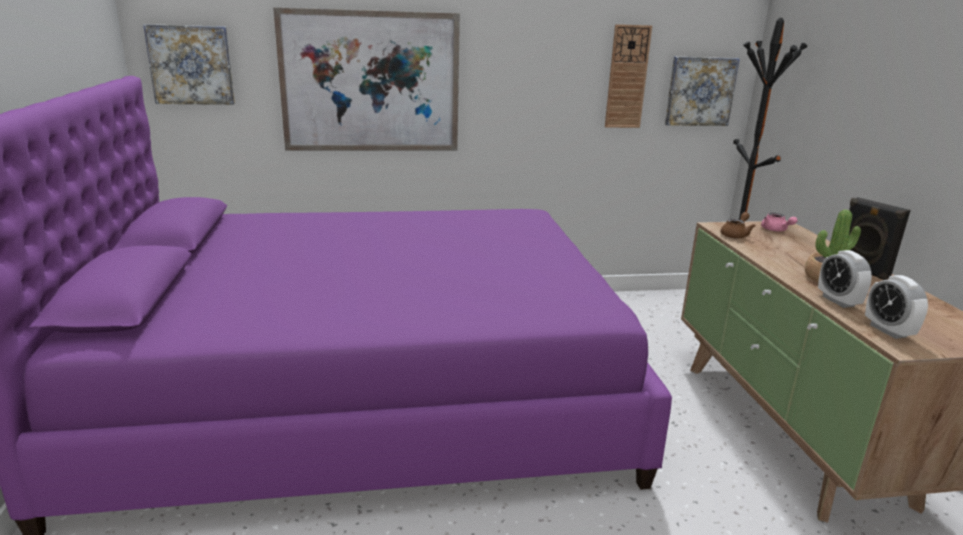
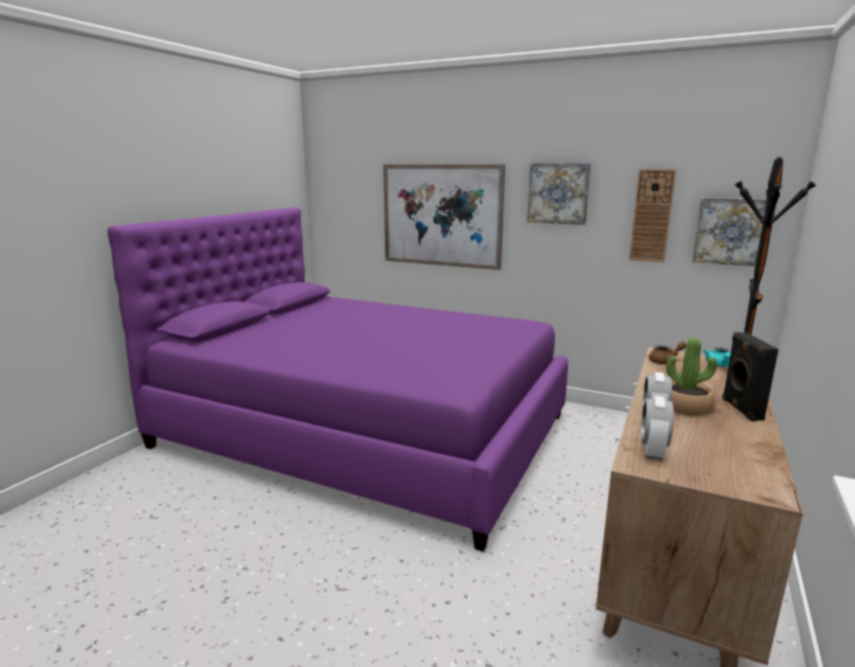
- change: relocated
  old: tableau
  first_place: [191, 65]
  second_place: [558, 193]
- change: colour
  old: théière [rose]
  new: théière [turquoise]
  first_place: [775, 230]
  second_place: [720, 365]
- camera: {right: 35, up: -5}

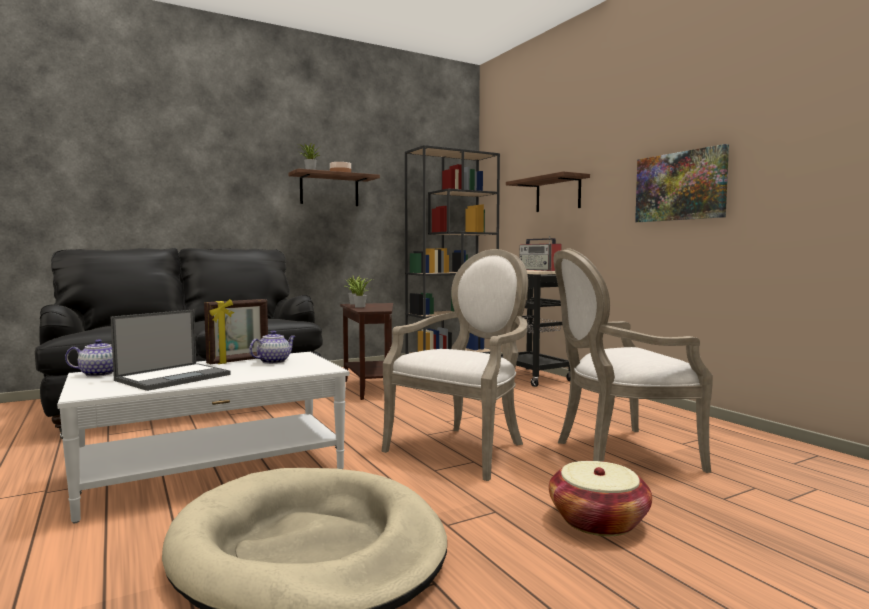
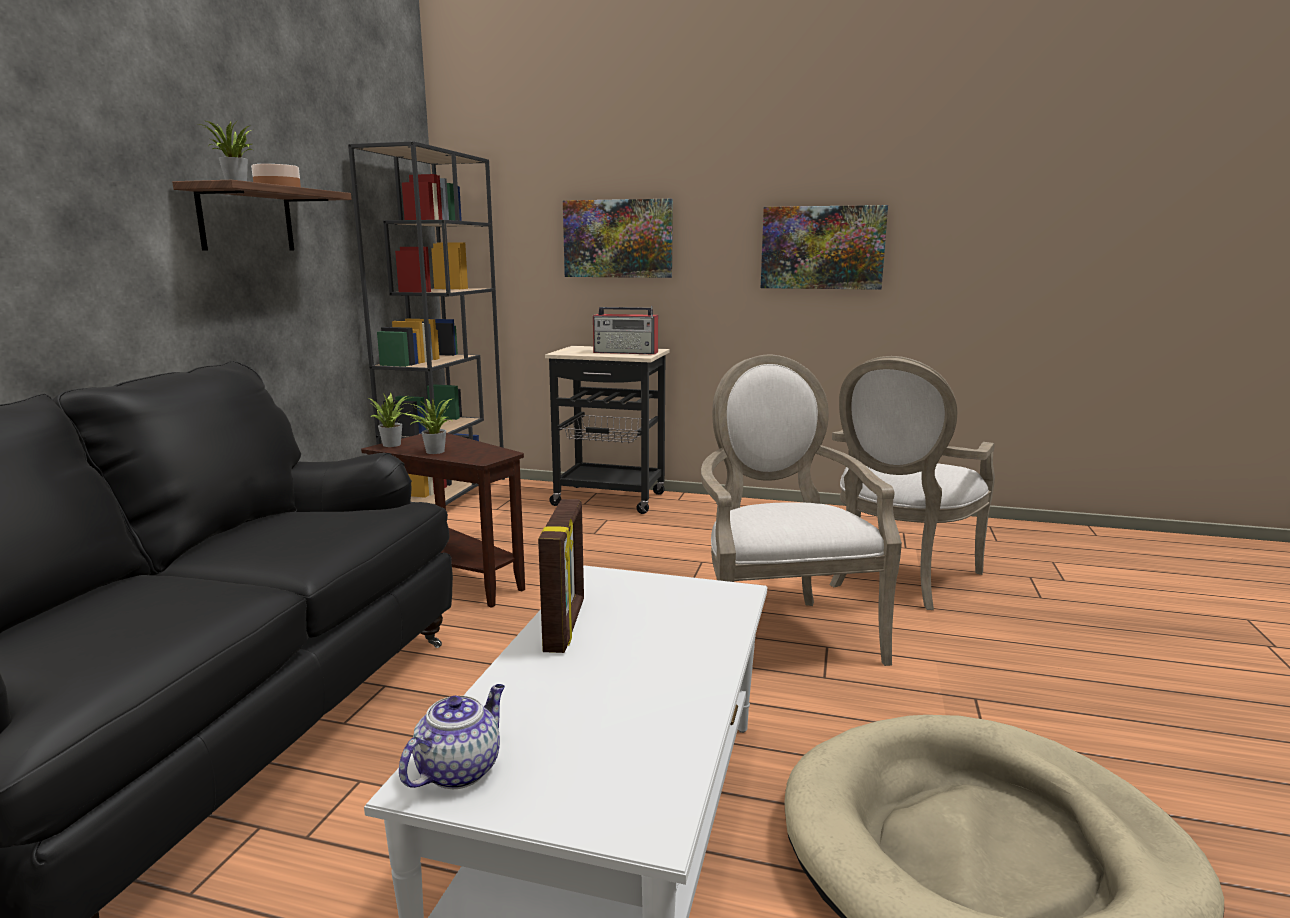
- change: exchanged
  old: étagère
  new: tableau
  first_place: [558, 194]
  second_place: [618, 239]
- change: missing
  old: ordinateur portable
  first_place: [174, 377]
- change: missing
  old: théière
  first_place: [274, 361]
- change: missing
  old: panier
  first_place: [598, 521]
- camera: {right: -45, up: 10}

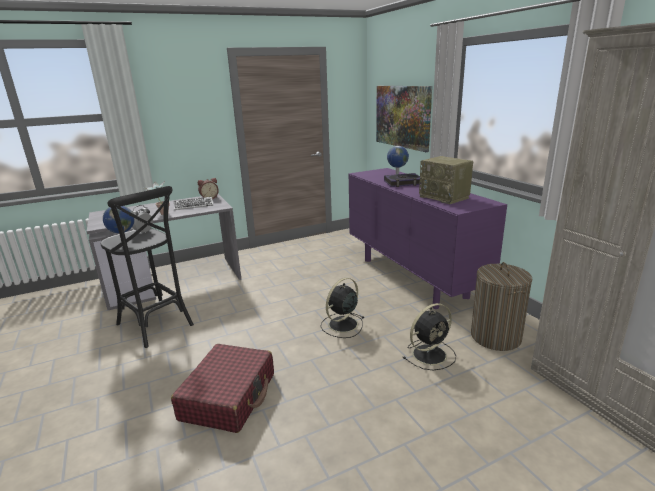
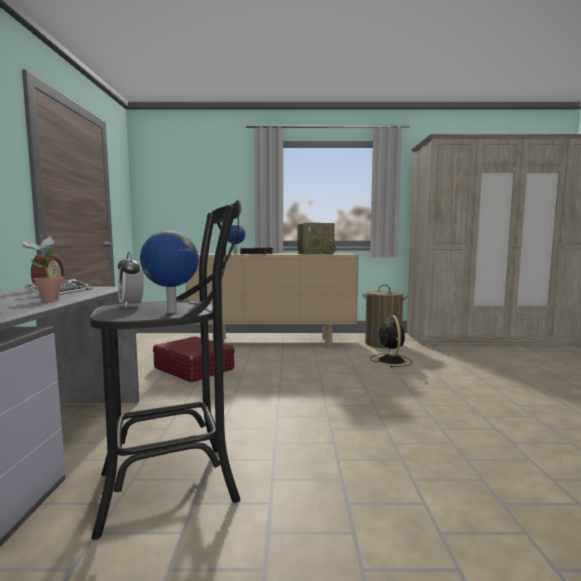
- change: relocated
  old: valise [rouge]
  first_place: [229, 396]
  second_place: [194, 369]
- change: colour
  old: commode [violet]
  new: commode [beige]
  first_place: [411, 277]
  second_place: [273, 342]
- change: missing
  old: ventilateur [noir]
  first_place: [342, 325]
- change: missing
  old: tableau
  first_place: [402, 116]
- camera: {right: -65, up: -15}

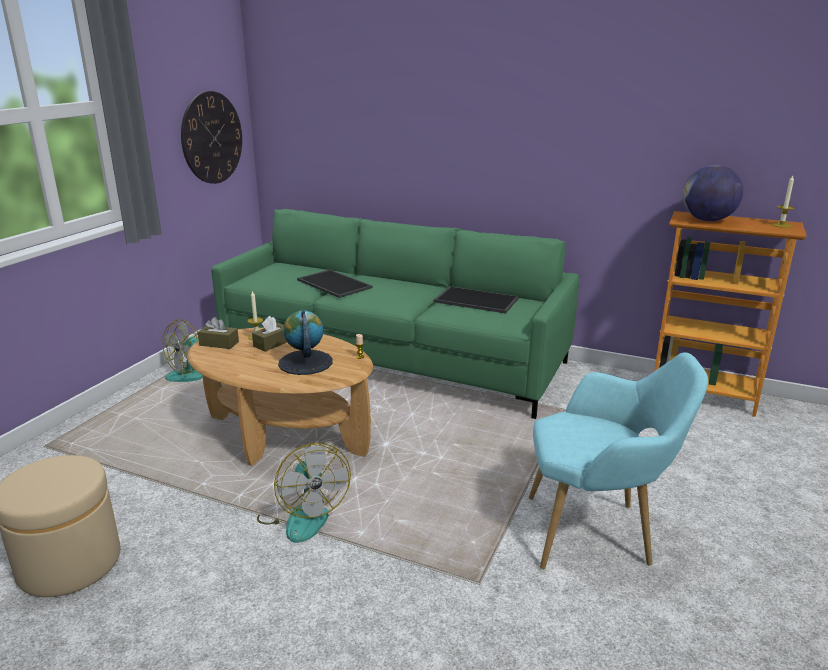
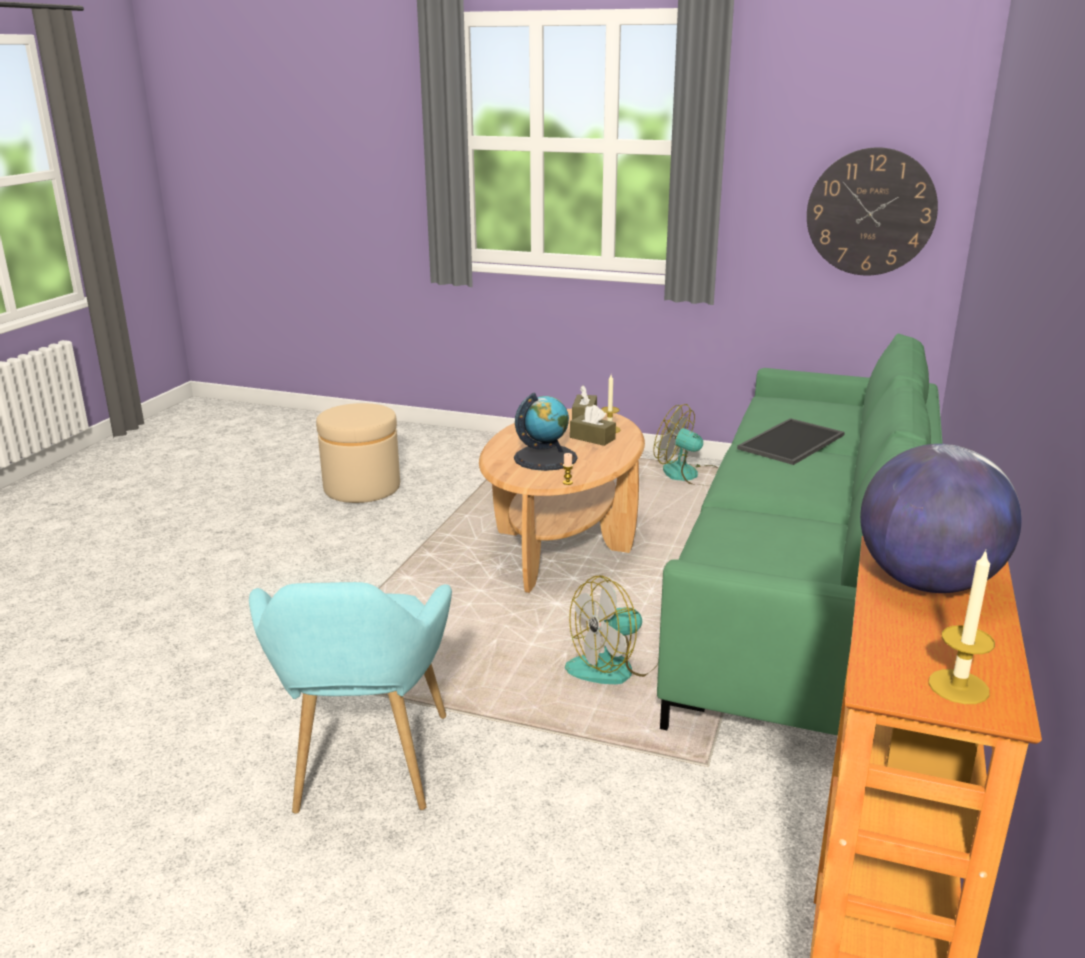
- change: relocated
  old: ventilateur
  first_place: [303, 515]
  second_place: [613, 667]
- change: missing
  old: plateau
  first_place: [475, 300]
- camera: {right: 85, up: 0}

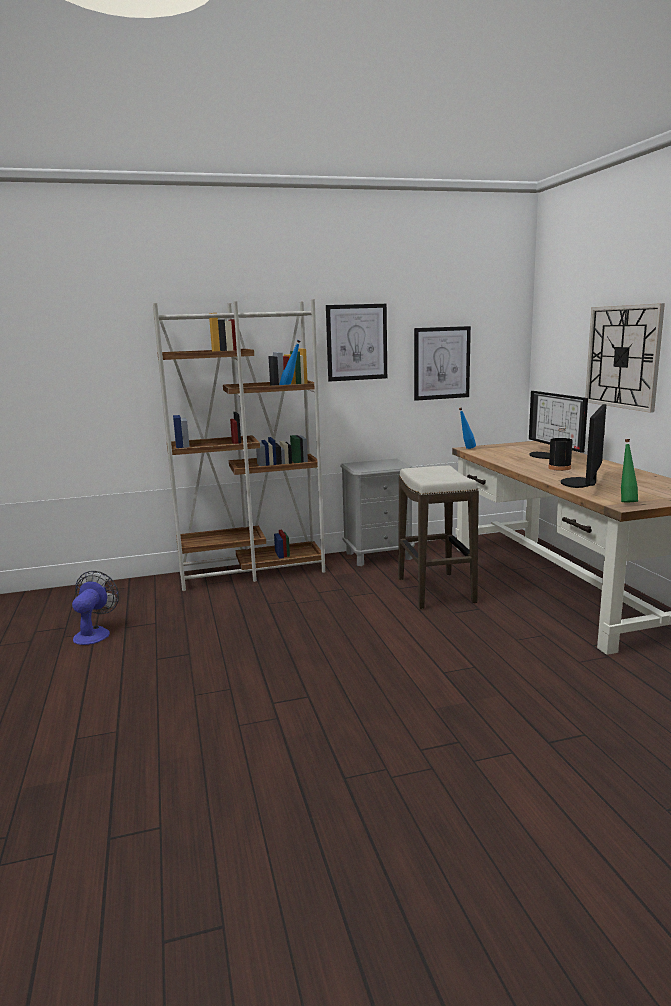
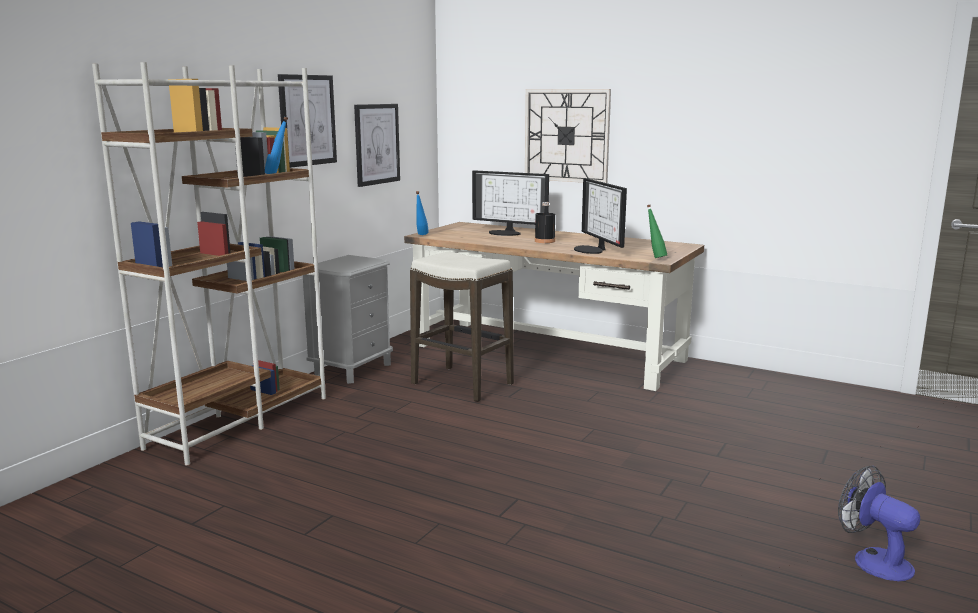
- change: relocated
  old: ventilateur
  first_place: [95, 633]
  second_place: [873, 560]
- camera: {right: -45, up: 0}

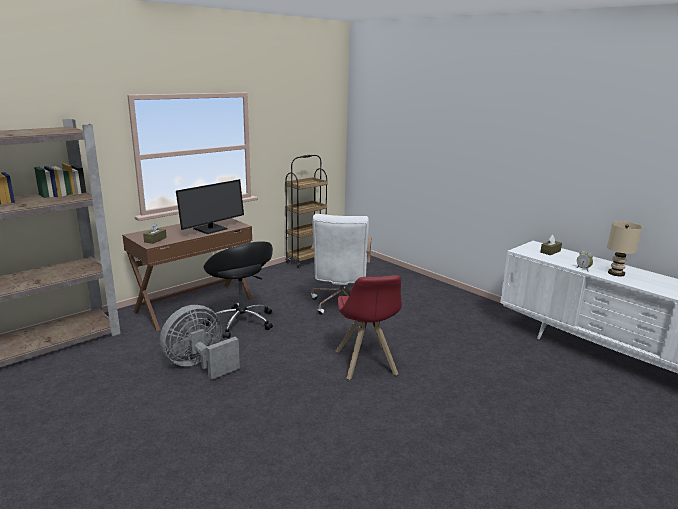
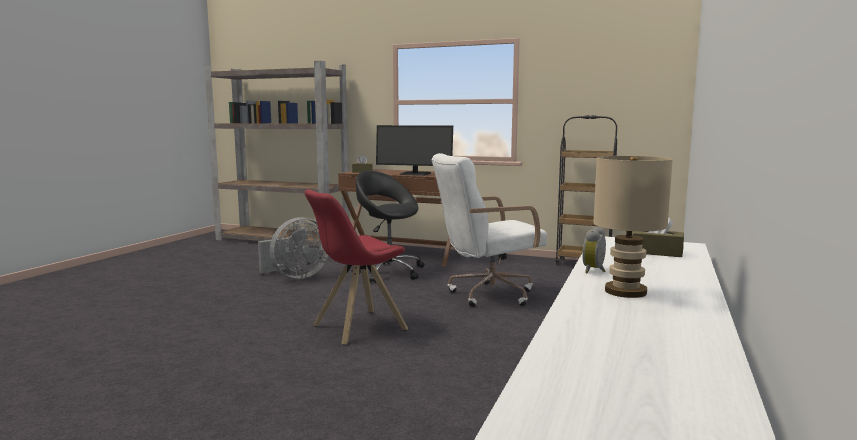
- change: spun
  old: ventilateur [gris]
  first_place: [200, 365]
  second_place: [296, 276]
  degrees: 120
- change: spun
  old: chaise de bureau [noir]
  first_place: [241, 323]
  second_place: [388, 272]
  degrees: 90
- camera: {right: 65, up: -10}

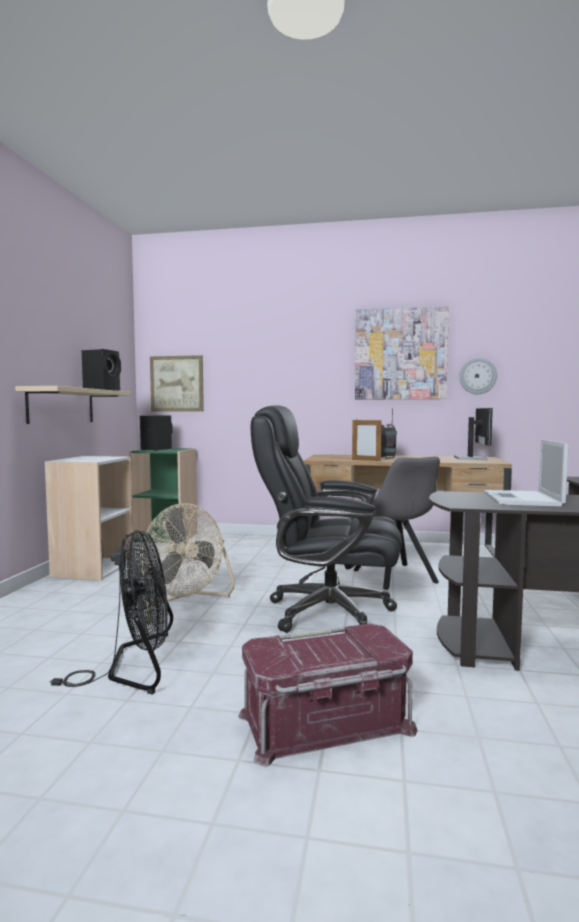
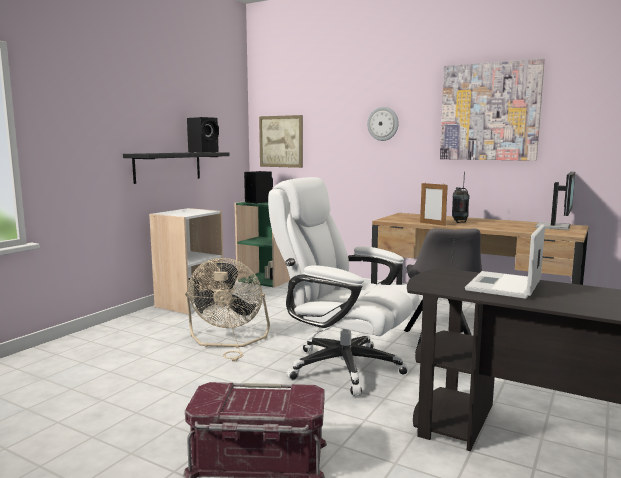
- change: colour
  old: étagère [beige]
  new: étagère [noir]
  first_place: [61, 406]
  second_place: [168, 167]
- change: spun
  old: ventilateur [beige]
  first_place: [177, 604]
  second_place: [227, 343]
  degrees: -150
- change: colour
  old: chaise de bureau [noir]
  new: chaise de bureau [blanc]
  first_place: [329, 612]
  second_place: [344, 368]
- change: relocated
  old: horloge murale
  first_place: [477, 376]
  second_place: [383, 123]
- change: missing
  old: ventilateur [noir]
  first_place: [133, 665]
- camera: {right: 20, up: 5}

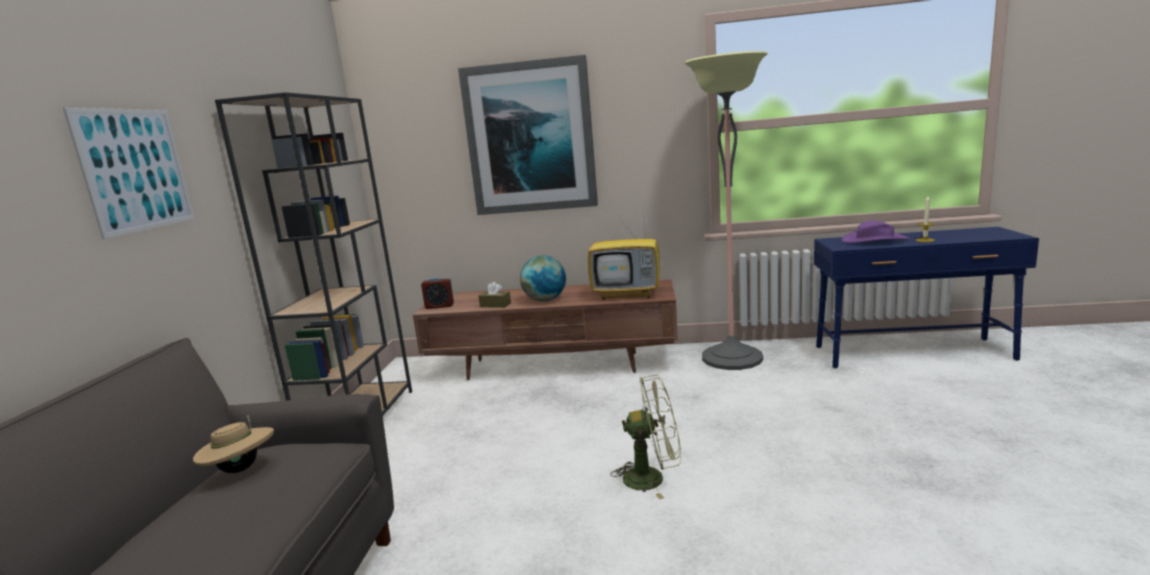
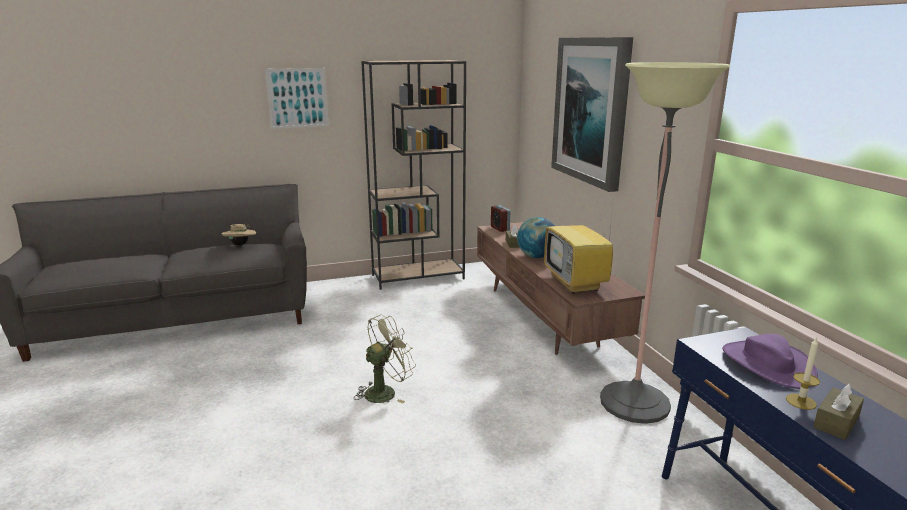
- change: spun
  old: ventilateur [vert]
  first_place: [652, 477]
  second_place: [385, 391]
  degrees: -105
- change: appeared
  new: boîte à mouchoirs [marron]
  second_place: [836, 422]
- camera: {right: 65, up: 5}

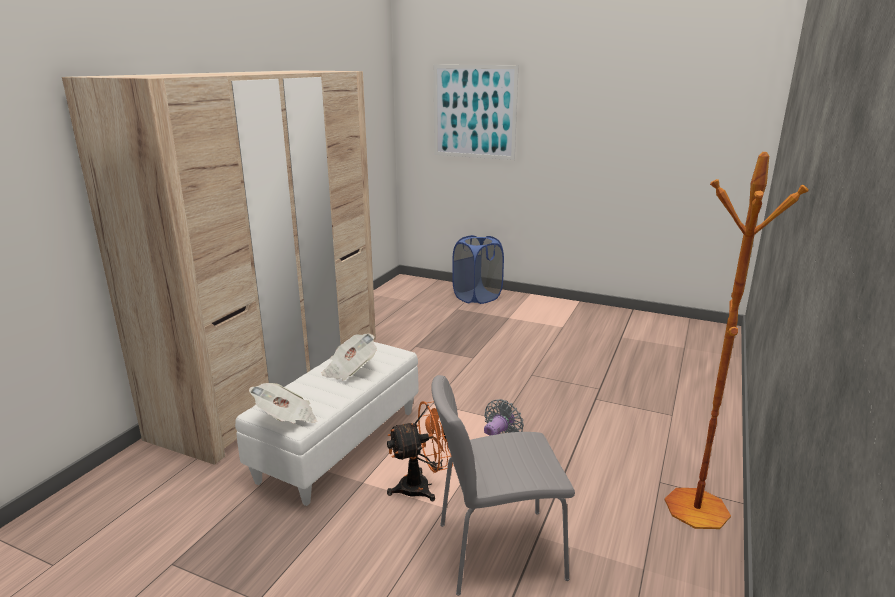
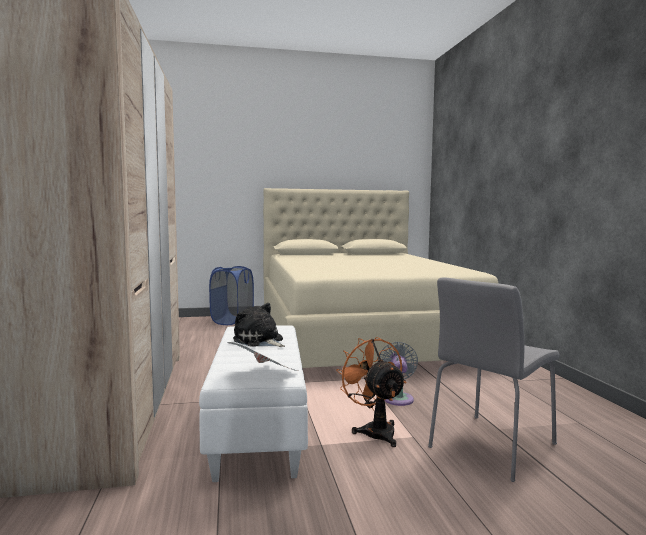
- change: exchanged
  old: journal
  new: peluche
  first_place: [349, 370]
  second_place: [259, 341]
- change: appeared
  new: lit [beige]
  second_place: [361, 337]
- change: spun
  old: ventilateur [orange]
  first_place: [422, 486]
  second_place: [375, 430]
  degrees: -60
- change: missing
  old: tableau
  first_place: [474, 112]
- change: missing
  old: portant [orange]
  first_place: [697, 508]
- camera: {right: -35, up: -15}

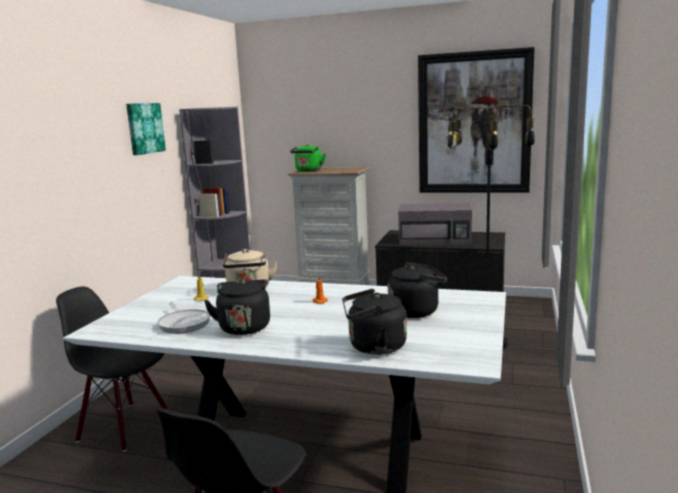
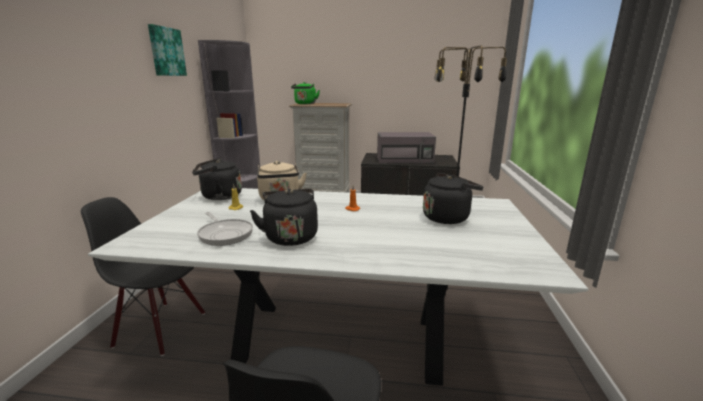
- change: relocated
  old: bouilloire [noir]
  first_place: [373, 347]
  second_place: [219, 196]
- change: missing
  old: tableau
  first_place: [474, 123]
- camera: {right: -10, up: 5}

